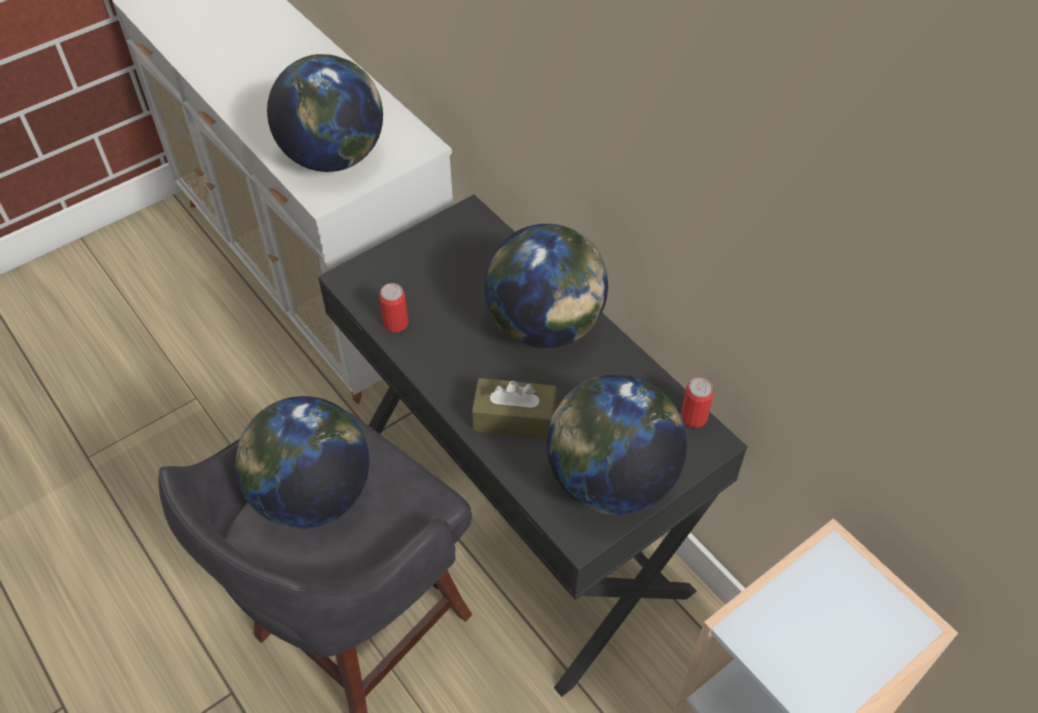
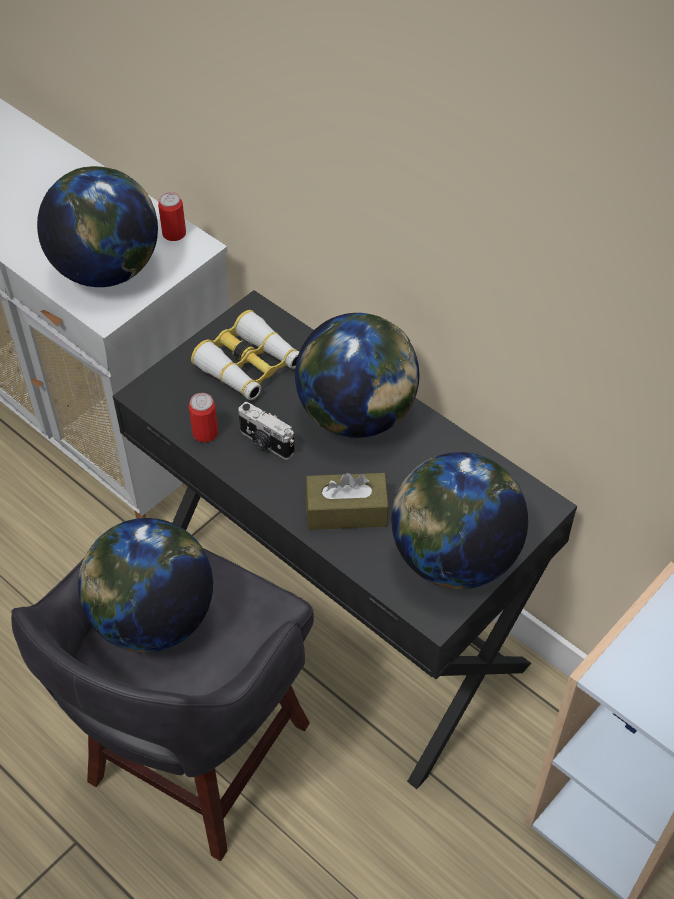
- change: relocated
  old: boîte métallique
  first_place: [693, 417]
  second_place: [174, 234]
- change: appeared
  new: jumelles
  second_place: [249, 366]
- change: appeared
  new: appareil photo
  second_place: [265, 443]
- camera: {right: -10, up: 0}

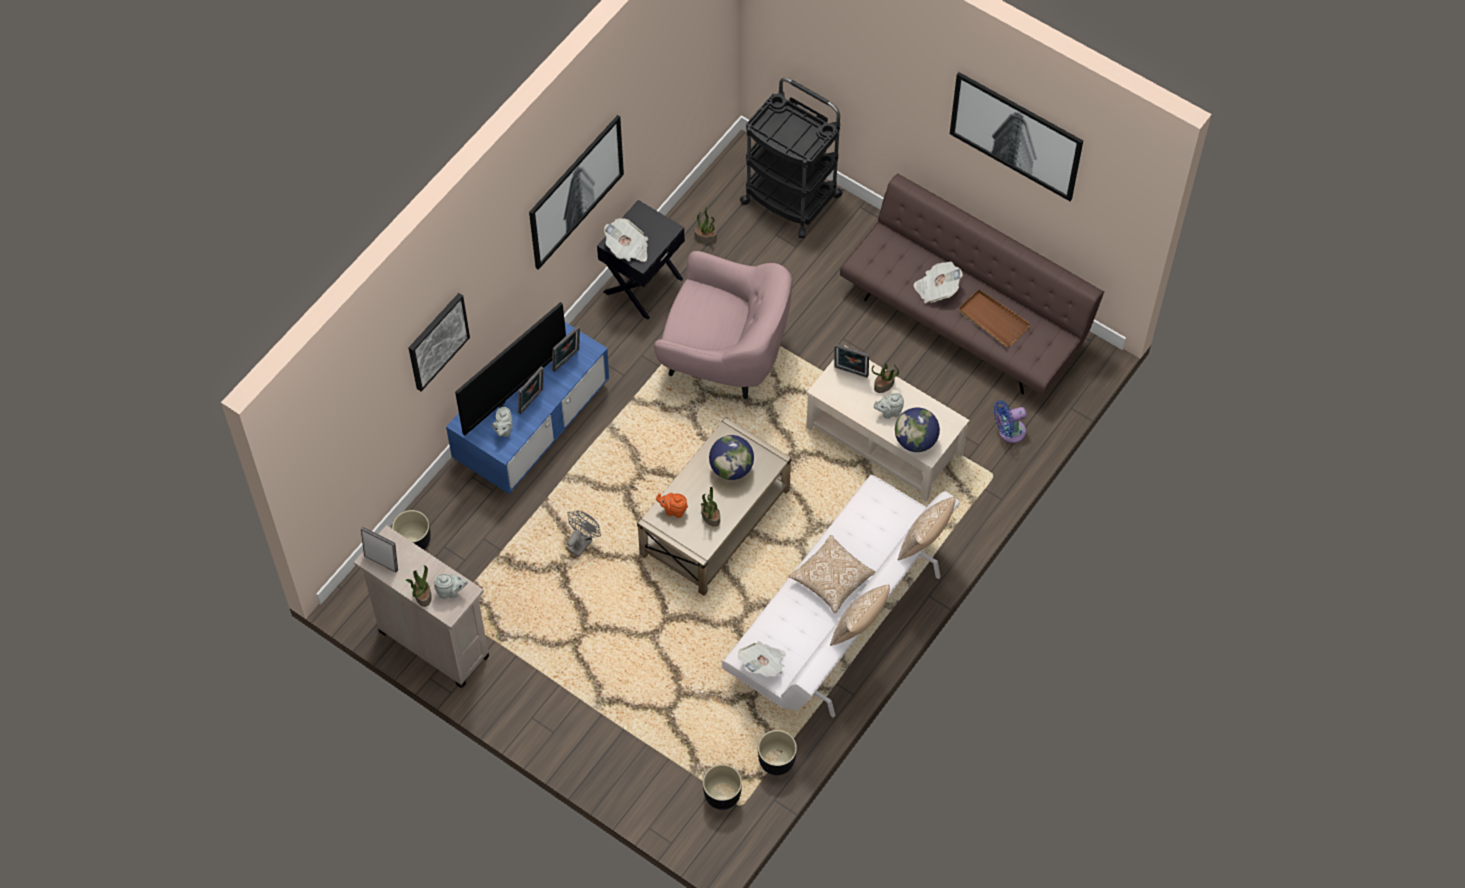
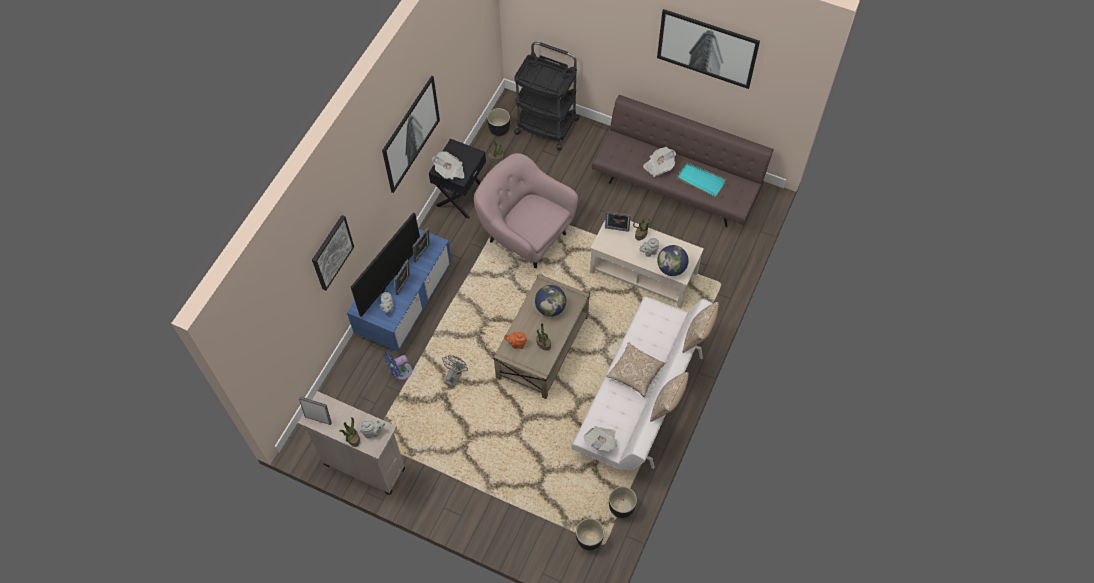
- change: relocated
  old: ventilateur [bleu]
  first_place: [1009, 432]
  second_place: [400, 372]
- change: spun
  old: fauteuil [rose]
  first_place: [725, 357]
  second_place: [525, 235]
  degrees: -150
- change: relocated
  old: cache-pot [noir]
  first_place: [413, 541]
  second_place: [499, 129]
- change: colour
  old: plateau [marron]
  new: plateau [turquoise]
  first_place: [992, 320]
  second_place: [700, 180]
- camera: {right: -10, up: 0}

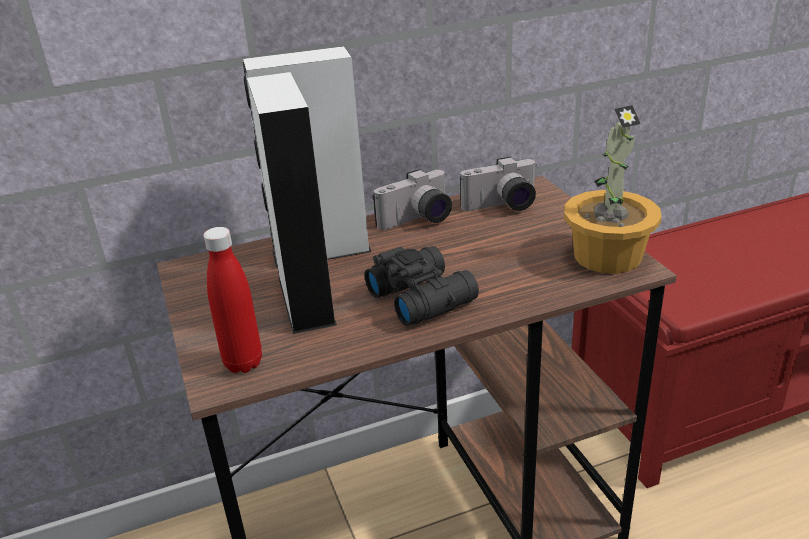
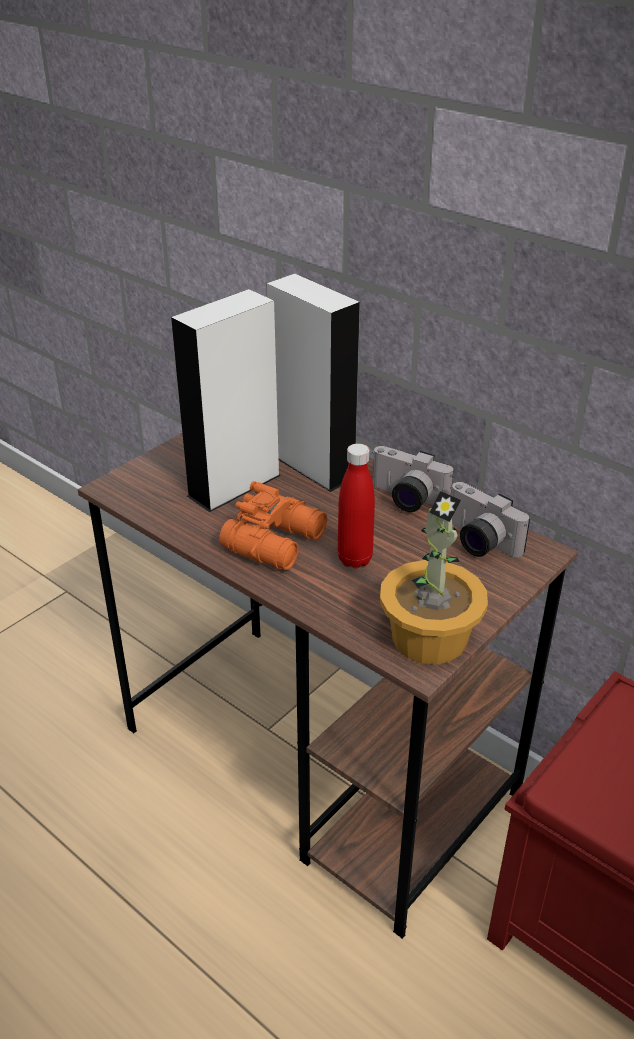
- change: colour
  old: jumelles [noir]
  new: jumelles [orange]
  first_place: [422, 296]
  second_place: [277, 541]
- change: relocated
  old: bouteille [rouge]
  first_place: [243, 363]
  second_place: [354, 559]
- camera: {right: 60, up: 5}

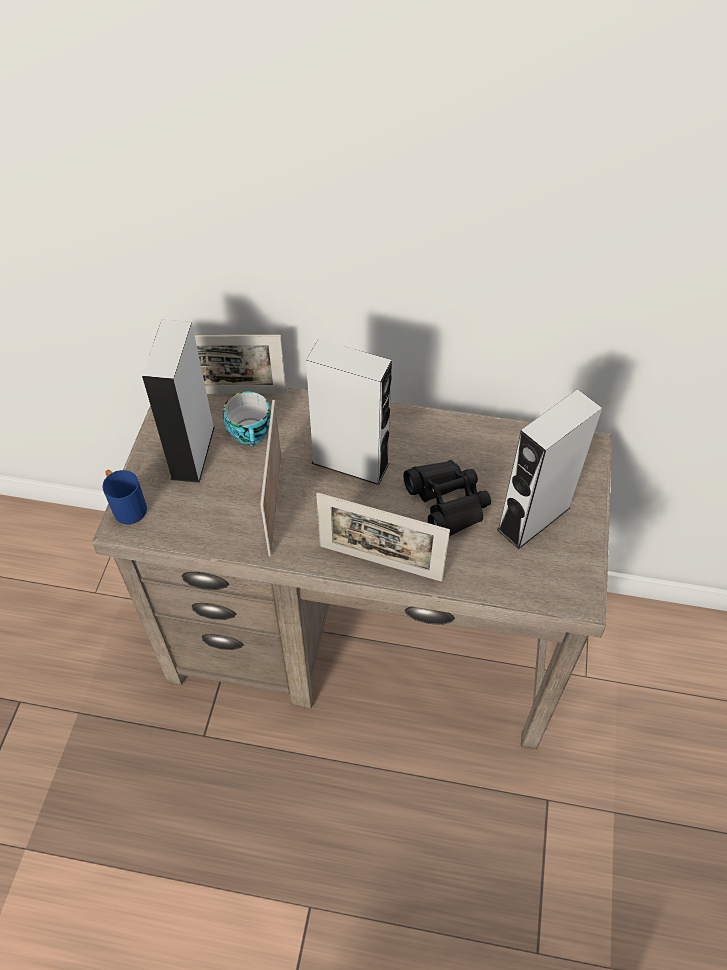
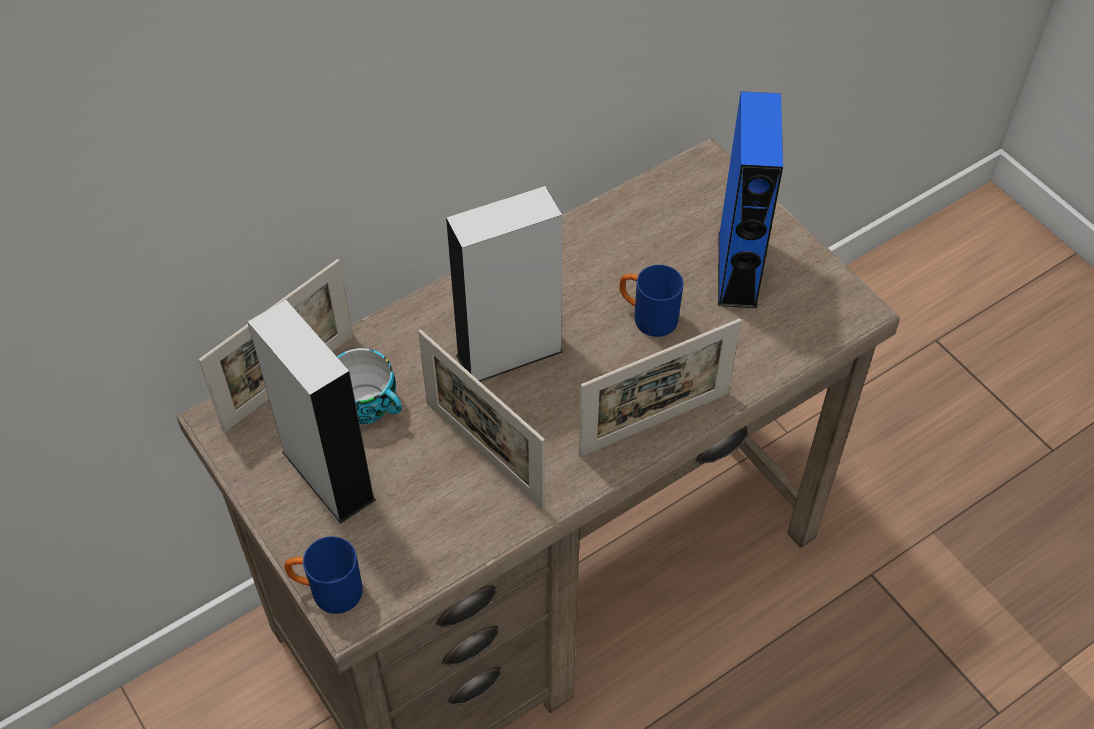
- change: exchanged
  old: jumelles [noir]
  new: mug [bleu]
  first_place: [447, 503]
  second_place: [647, 317]
- change: colour
  old: enceinte [gris]
  new: enceinte [bleu]
  first_place: [533, 518]
  second_place: [737, 269]
- camera: {right: -45, up: 0}

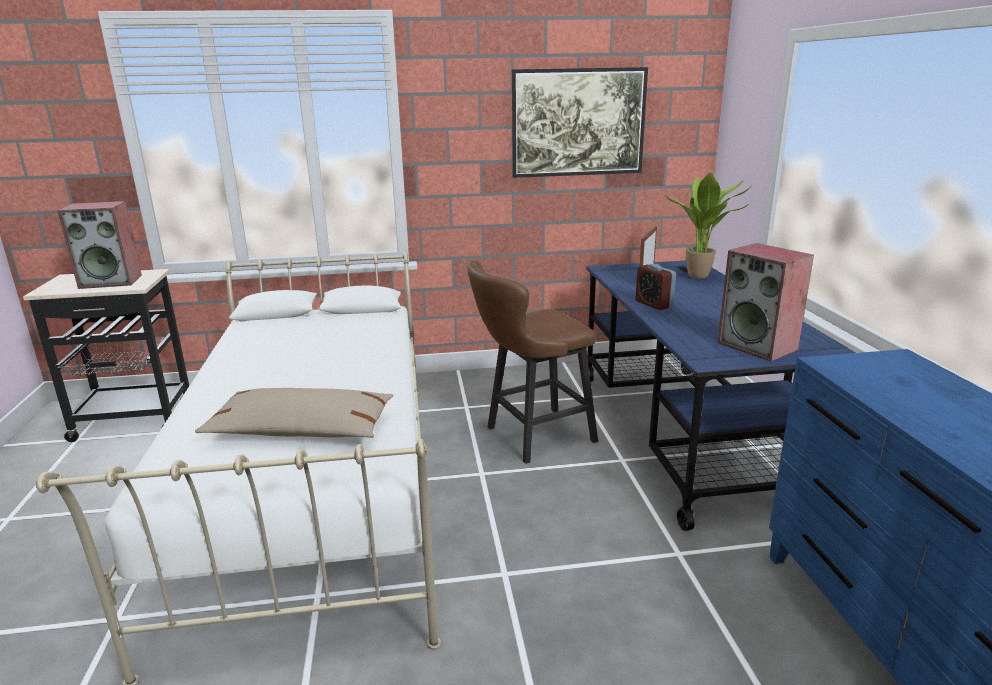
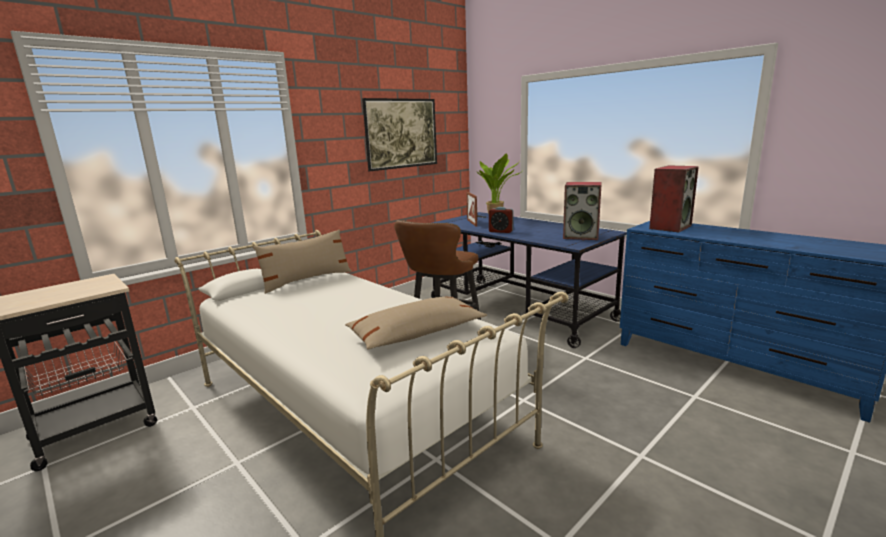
- change: appeared
  new: coussin [beige]
  second_place: [307, 280]
- change: relocated
  old: enceinte
  first_place: [112, 281]
  second_place: [670, 227]
- camera: {right: -35, up: -5}

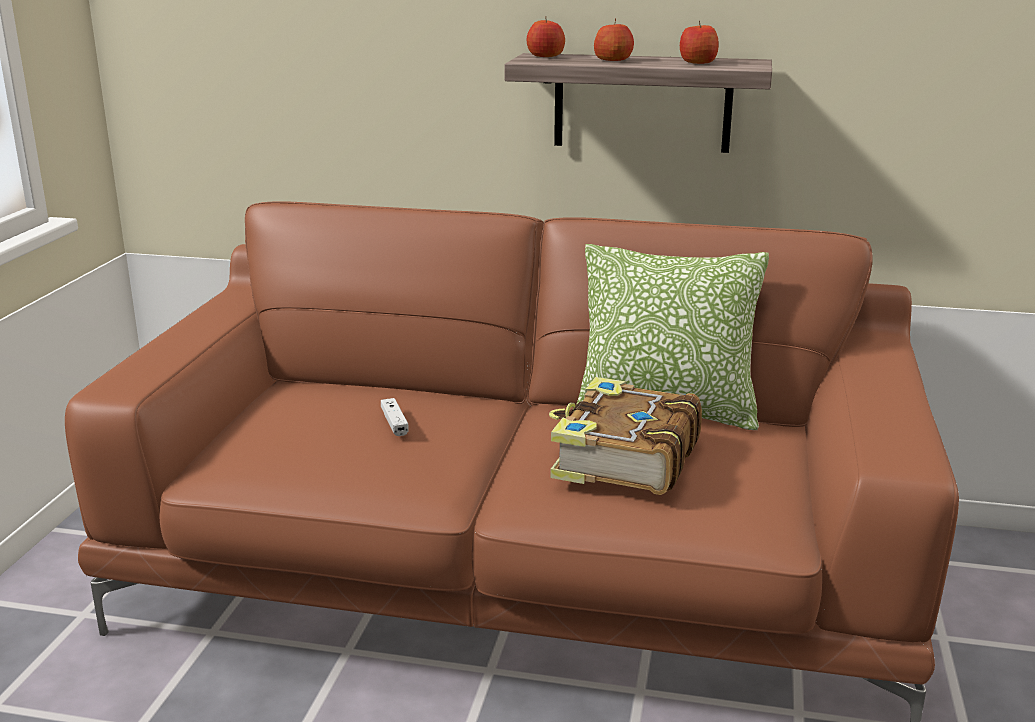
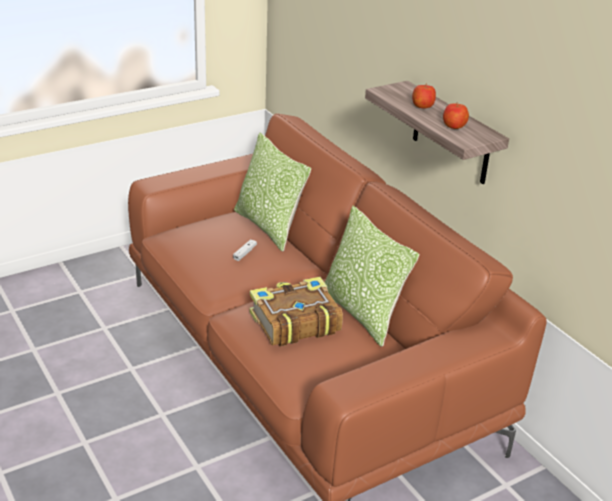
- change: appeared
  new: coussin
  second_place: [269, 227]
- change: missing
  old: pomme
  first_place: [545, 56]
- camera: {right: 45, up: 10}

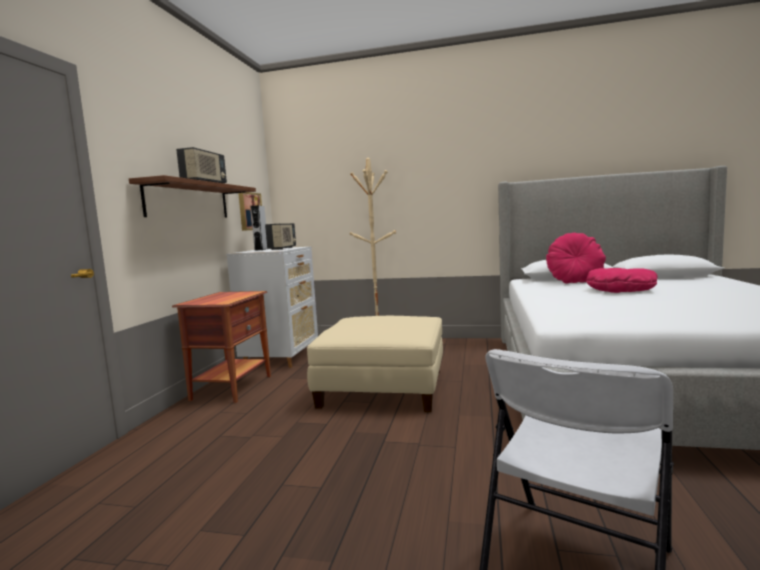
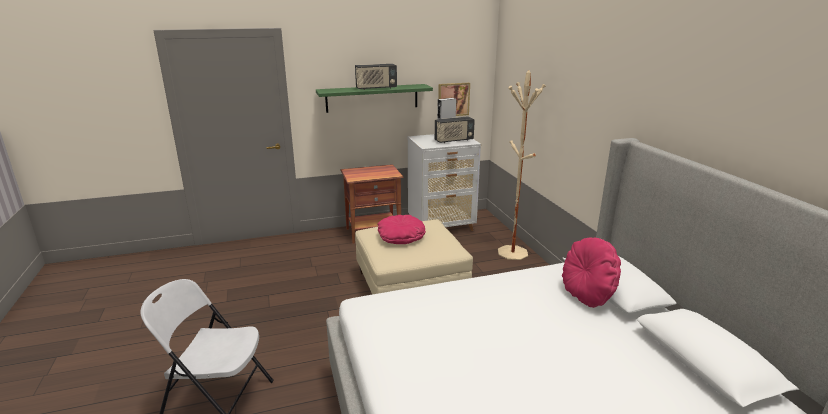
- change: colour
  old: étagère [marron]
  new: étagère [vert]
  first_place: [188, 201]
  second_place: [372, 98]
- change: relocated
  old: coussin [rose]
  first_place: [620, 290]
  second_place: [402, 236]
- camera: {right: 60, up: 15}

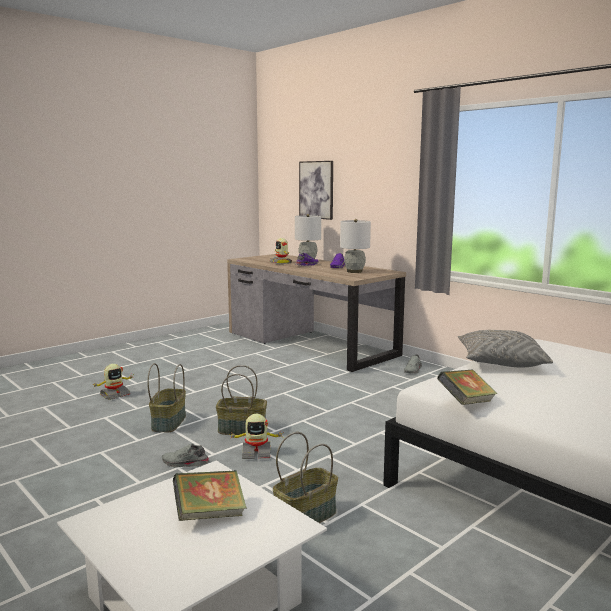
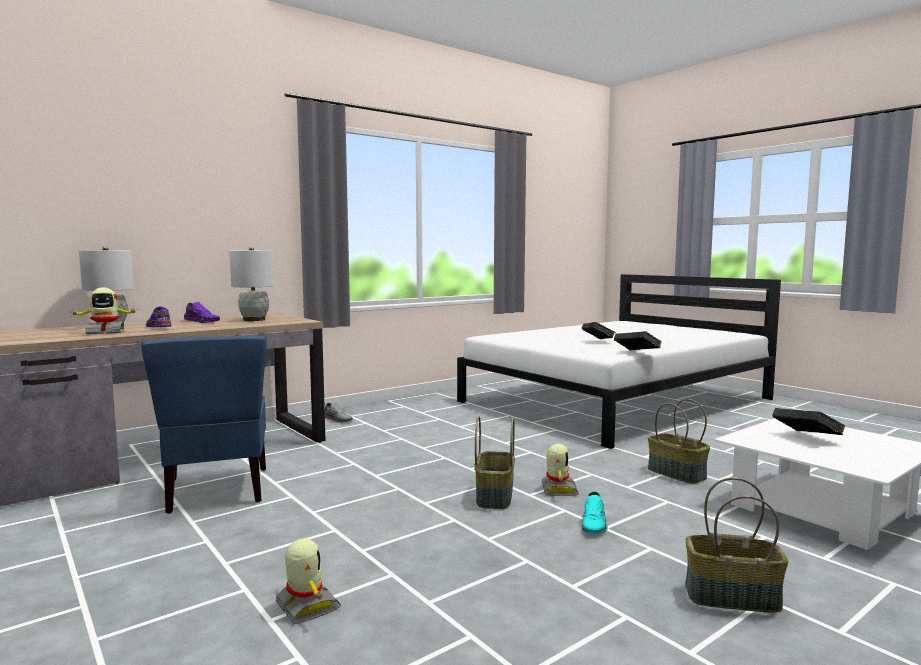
- change: appeared
  new: chaise [bleu]
  second_place: [217, 490]
- change: appeared
  new: livre
  second_place: [597, 341]
- change: colour
  old: chaussure [gris]
  new: chaussure [turquoise]
  first_place: [185, 464]
  second_place: [595, 524]
- change: relocated
  old: panier
  first_place: [168, 422]
  second_place: [731, 597]
- change: missing
  old: tableau
  first_place: [316, 190]
- change: missing
  old: coussin [gris]
  first_place: [500, 363]
- camera: {right: -85, up: -5}

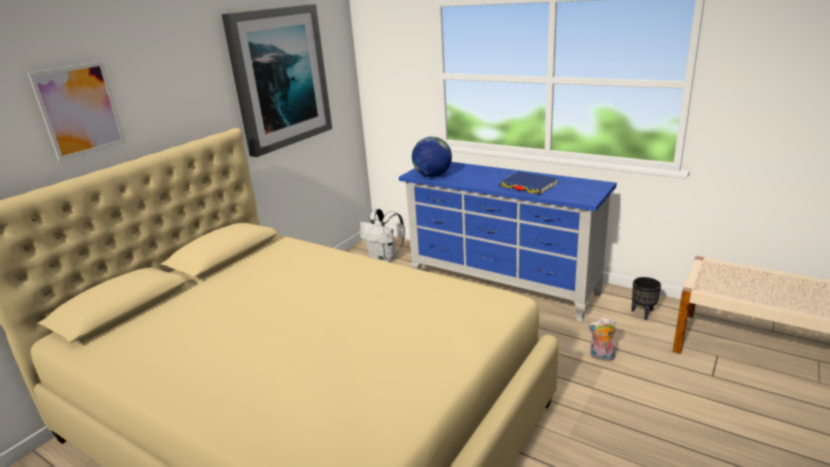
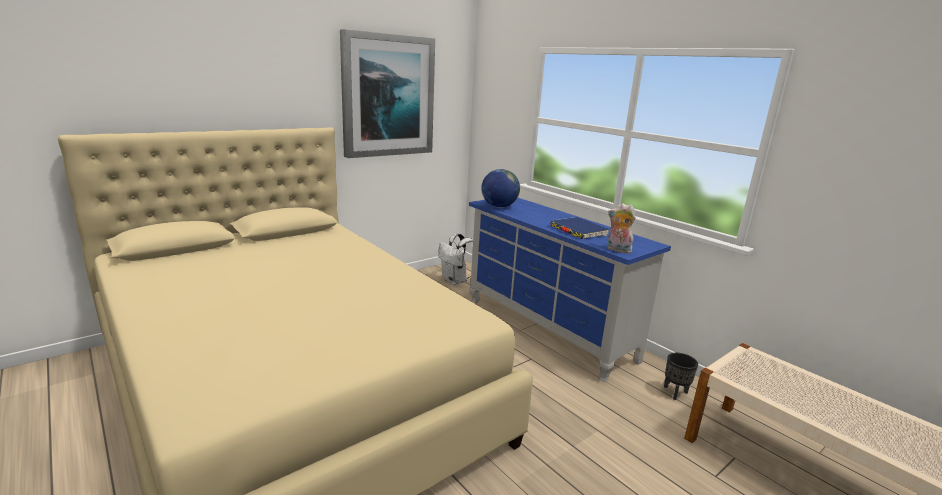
- change: relocated
  old: peluche
  first_place: [601, 357]
  second_place: [617, 250]
- change: missing
  old: tableau
  first_place: [80, 110]
- camera: {right: 15, up: -5}

